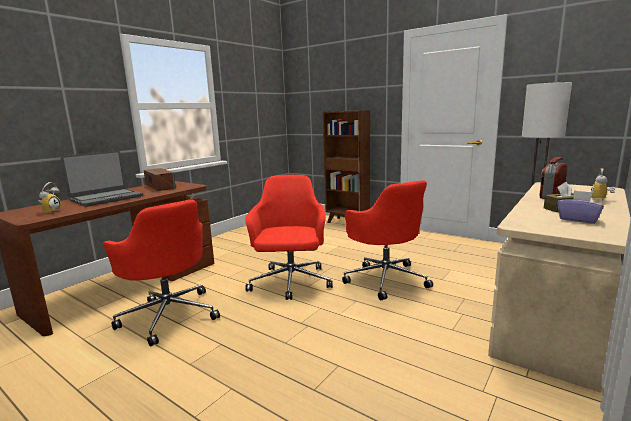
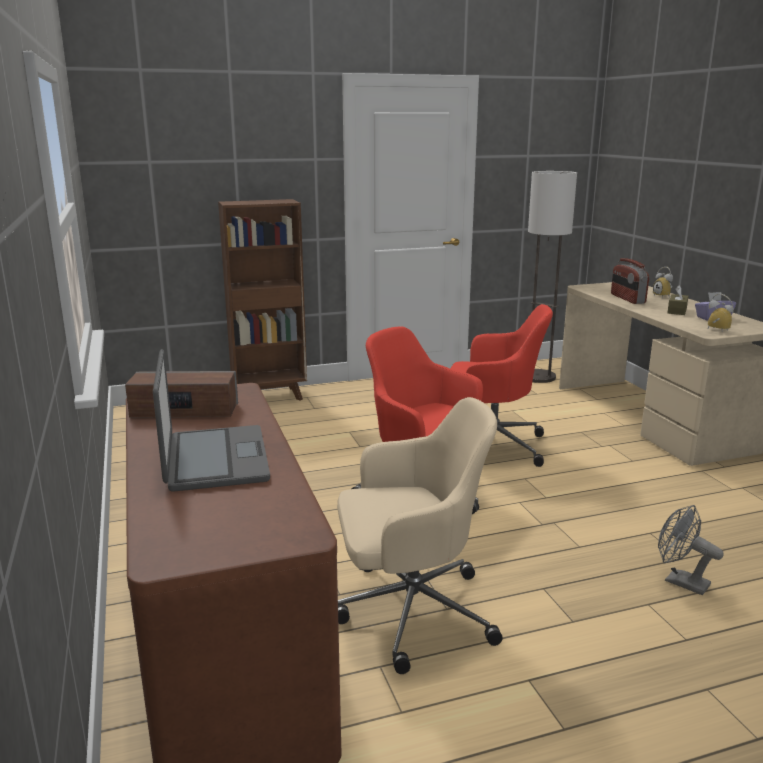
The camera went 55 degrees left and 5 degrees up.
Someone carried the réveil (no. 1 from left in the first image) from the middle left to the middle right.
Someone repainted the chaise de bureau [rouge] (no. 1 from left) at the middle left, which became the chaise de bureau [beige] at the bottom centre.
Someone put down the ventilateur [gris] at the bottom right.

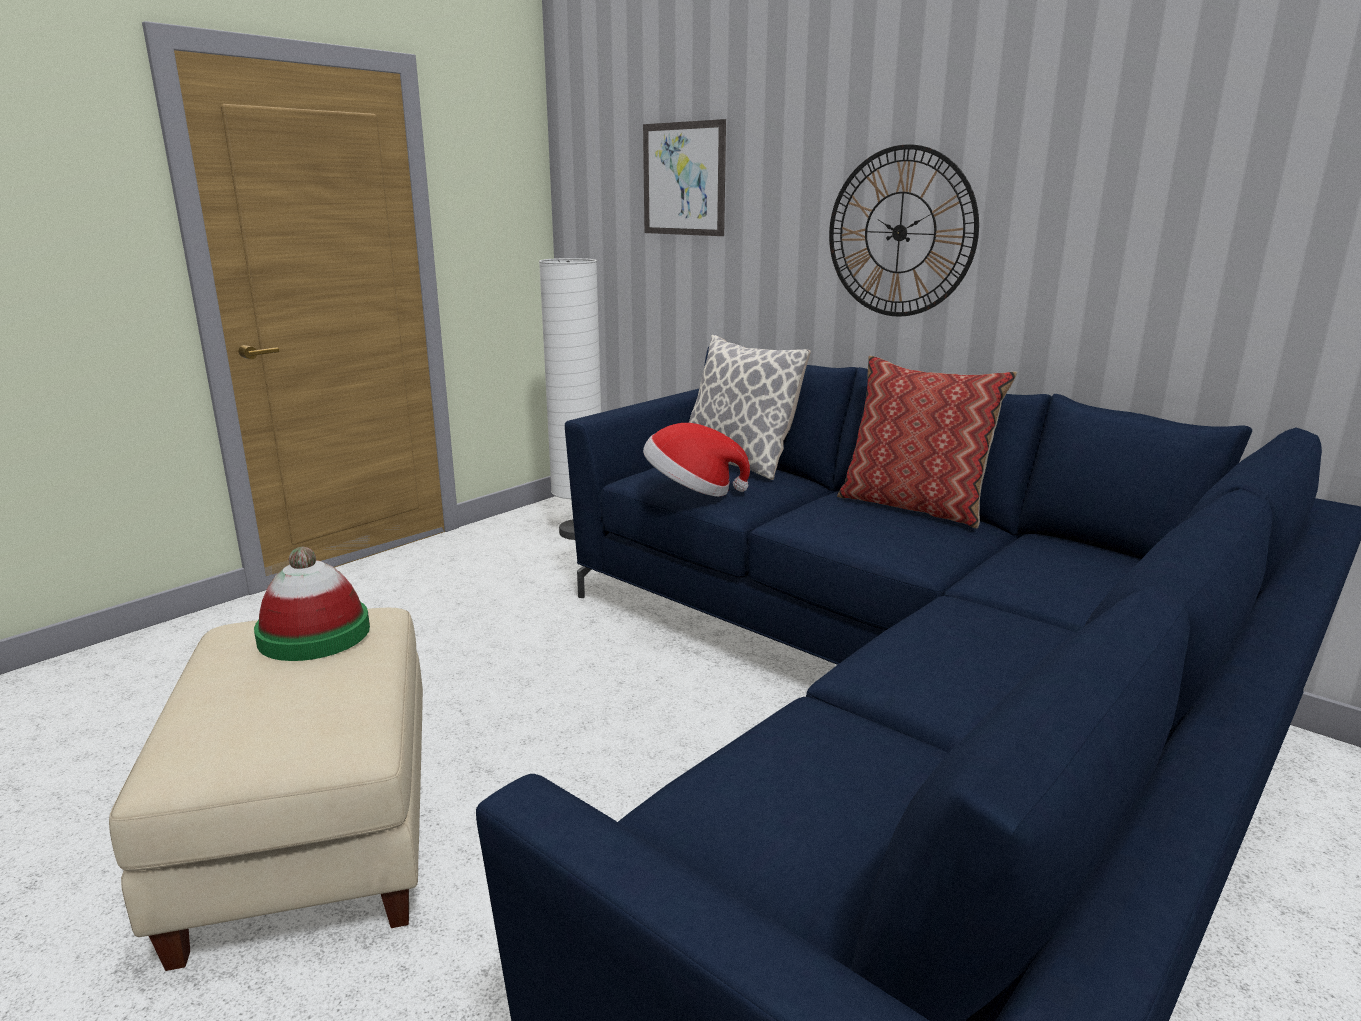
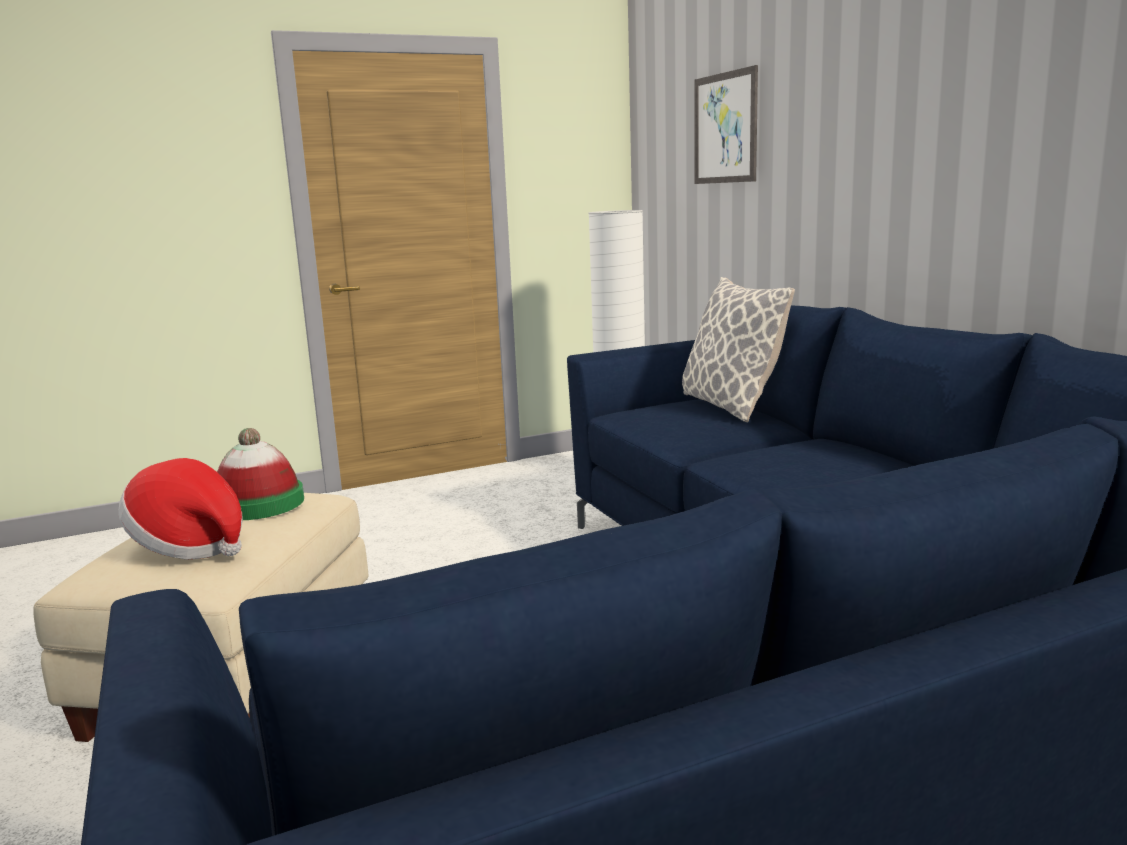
The camera went 25 degrees right and 5 degrees down.
Someone took away the horloge murale at the top centre.
Someone took away the coussin (no. 2 from left) at the middle right.
Someone carried the chapeau (no. 2 from left in the first image) from the centre to the middle left.

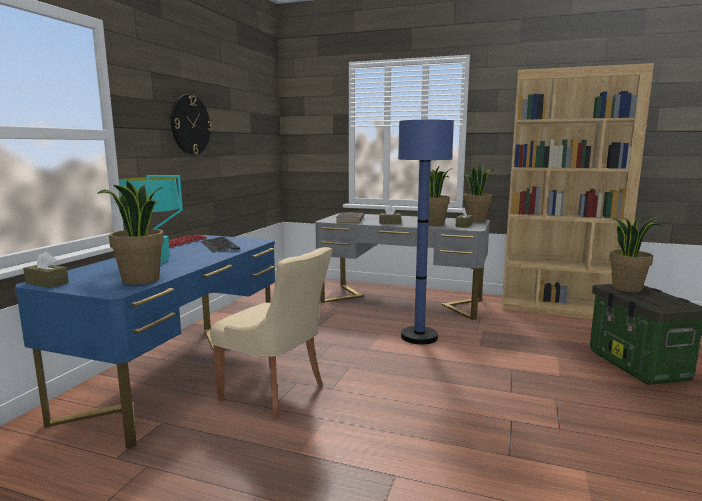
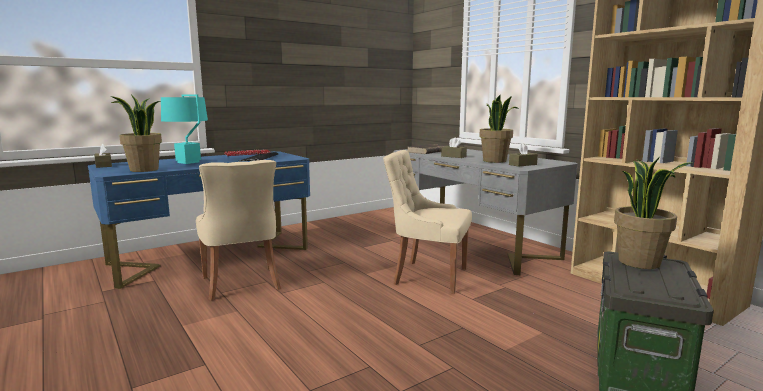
The camera went 35 degrees right and 0 degrees up.
Someone took away the horloge murale at the top left.
Someone swapped the lampadaire [bleu] at the centre for the chaise [beige] (no. 2 from left) at the centre.
Someone took away the plante en pot (no. 3 from left) at the middle right.

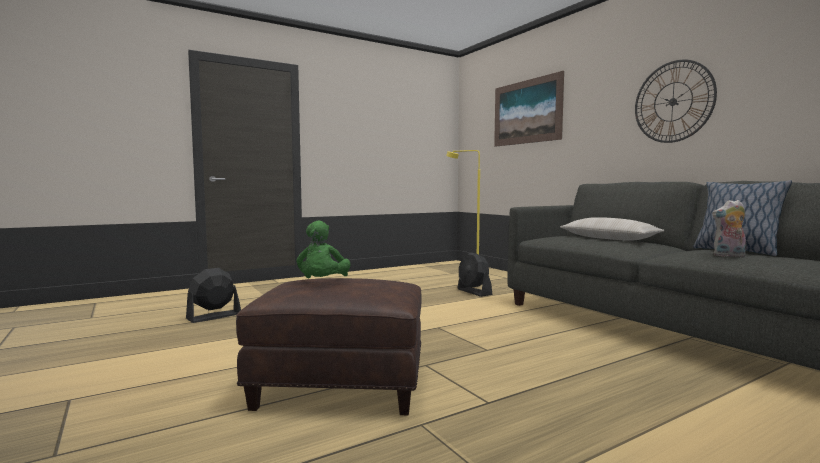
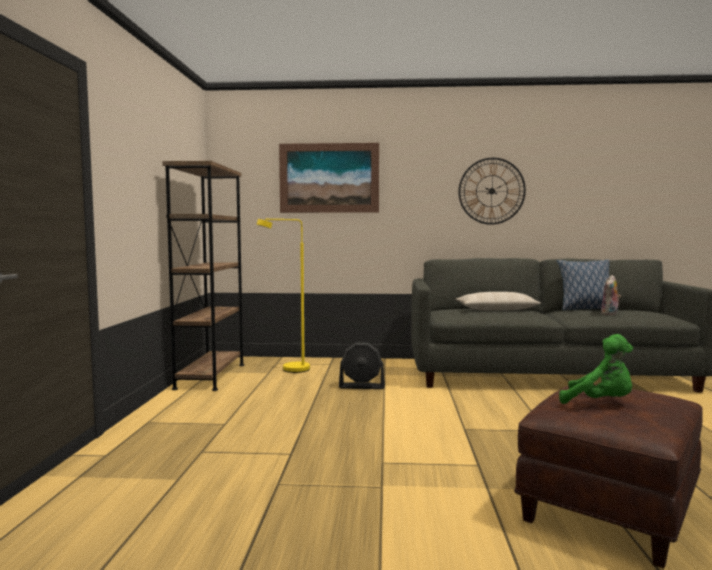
The camera went 55 degrees left and 0 degrees up.
Someone took away the ventilateur [noir] (no. 1 from left) at the middle left.
Someone put down the bibliothèque [marron] at the middle left.

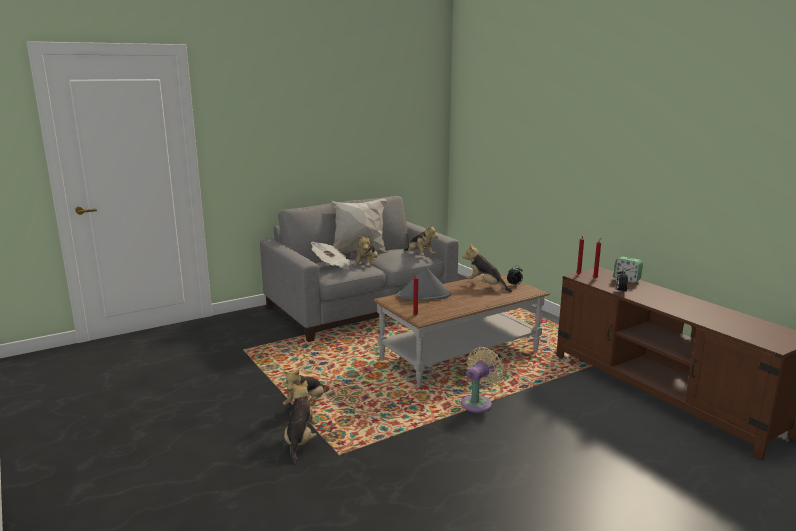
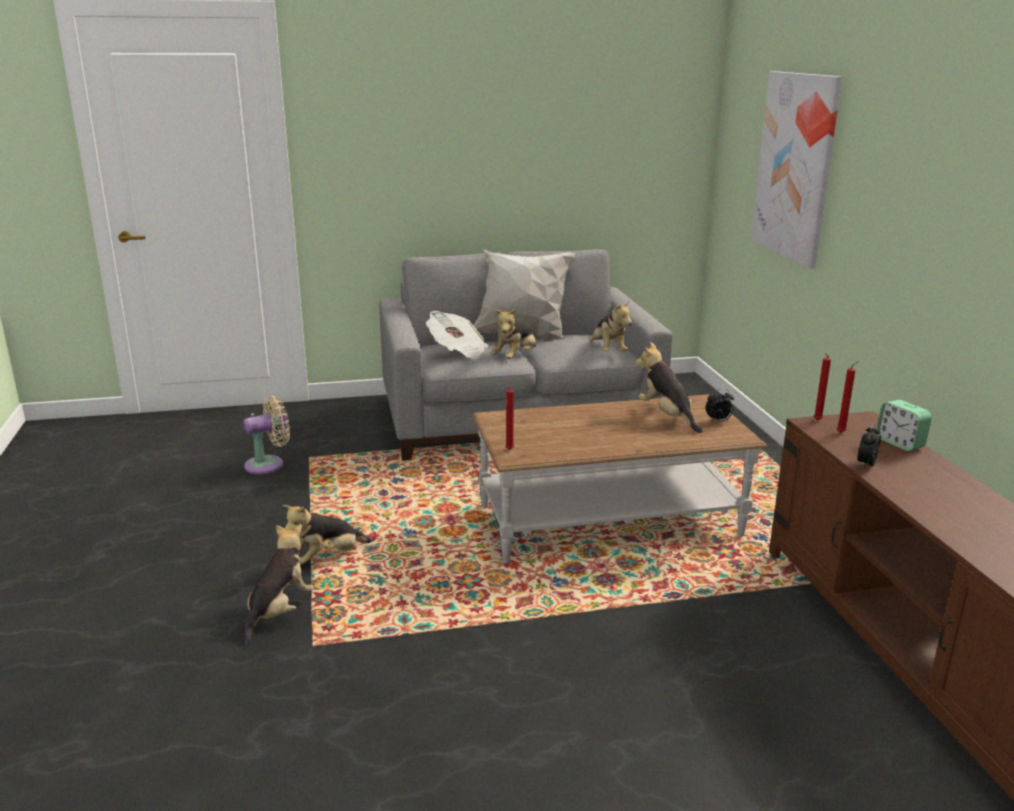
The camera went 20 degrees right and 5 degrees up.
Someone took away the chapeau [gris] at the centre.
Someone carried the ventilateur [beige] from the bottom centre to the middle left.
Someone put up the tableau at the top right.

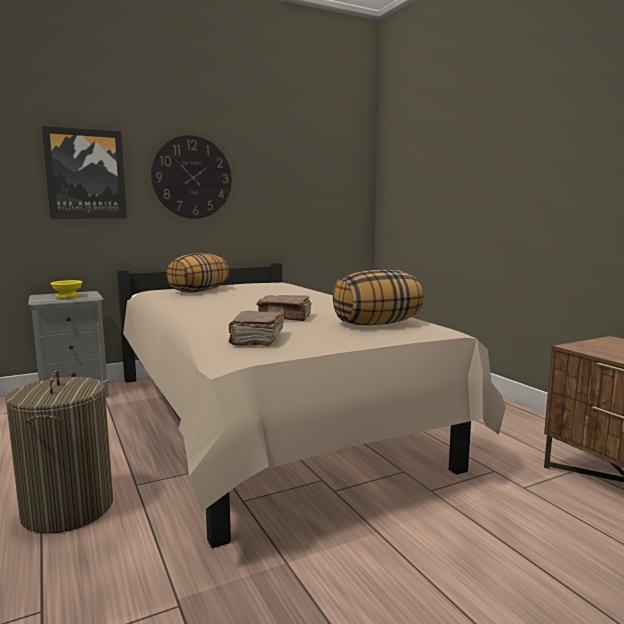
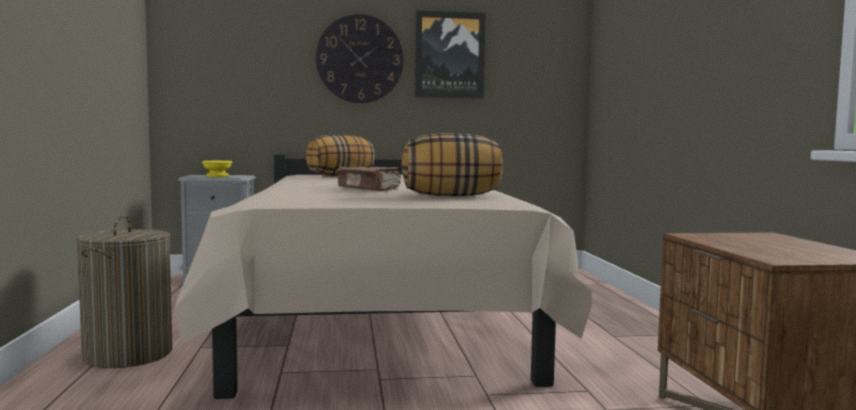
The camera went 20 degrees right and 5 degrees down.
Someone carried the tableau from the top left to the top centre.
Someone took away the livre [marron] (no. 1 from left) at the centre.

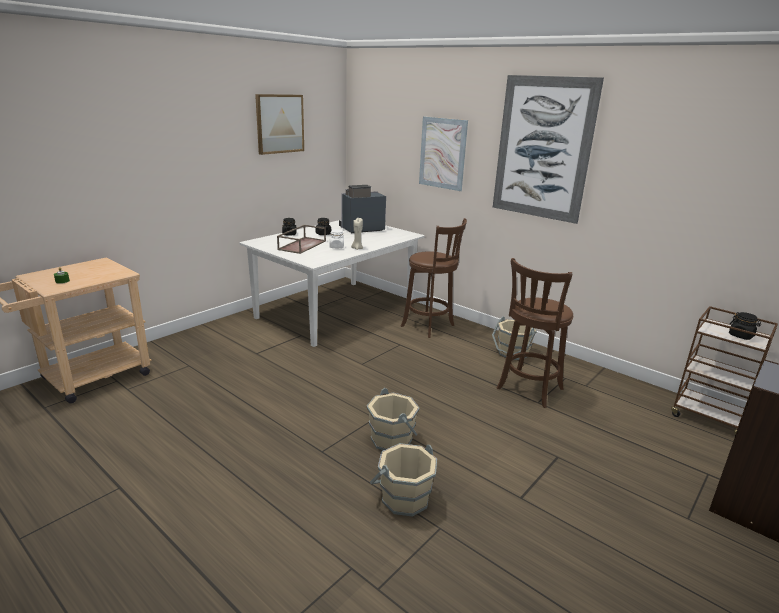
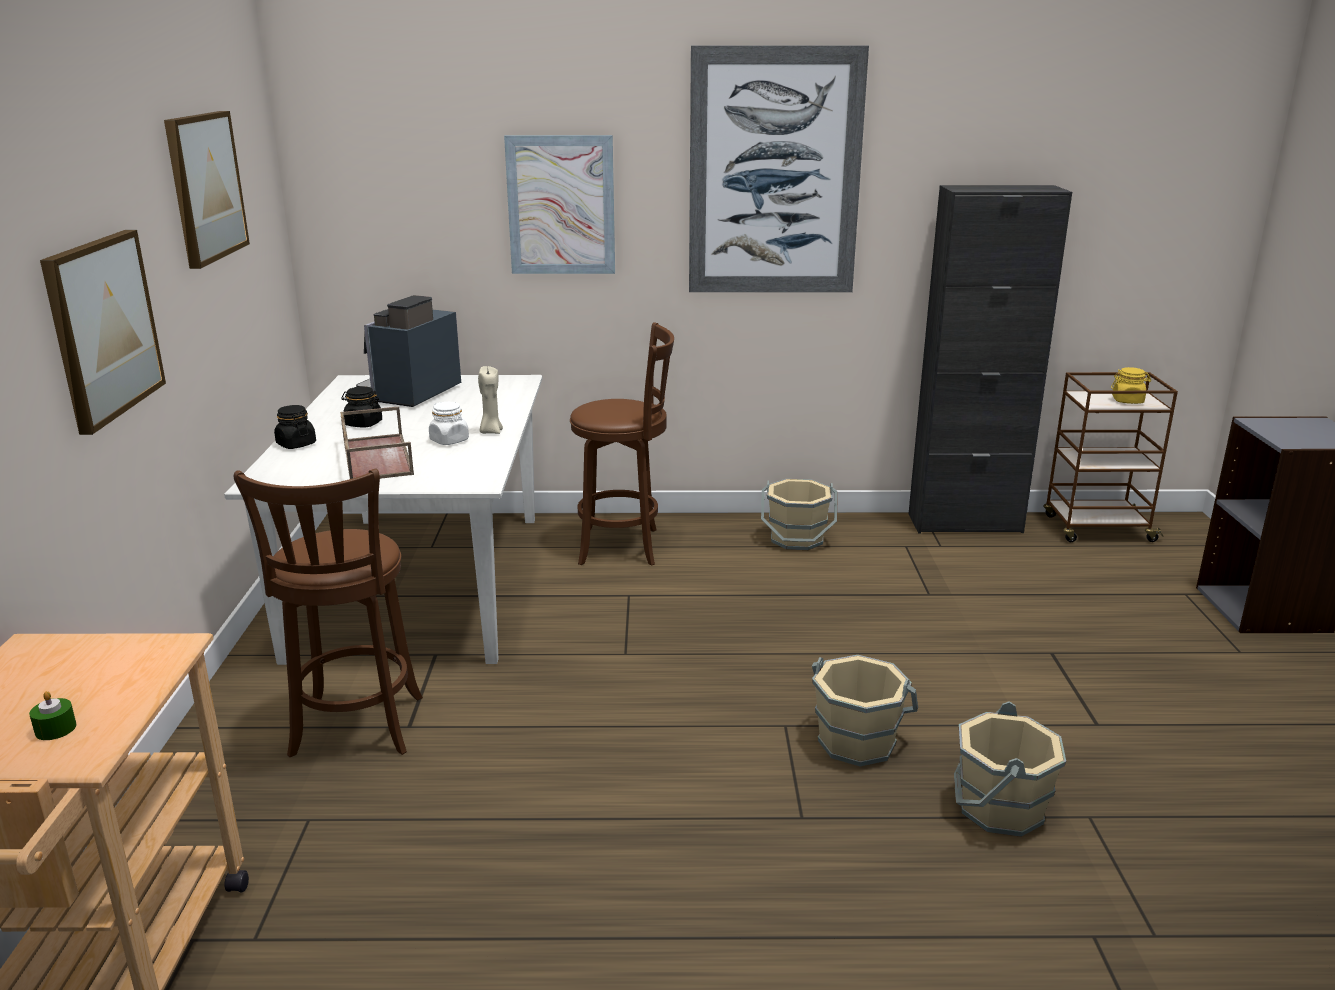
The camera went 40 degrees left and 0 degrees up.
Someone carried the tabouret [marron] (no. 2 from left in the first image) from the middle right to the middle left.
Someone repainted the bocal [noir] (no. 3 from left) at the middle right, which became the bocal [jaune] at the middle right.
Someone put down the meuble de rangement [noir] at the middle right.
Someone put up the tableau (no. 1 from left) at the middle left.

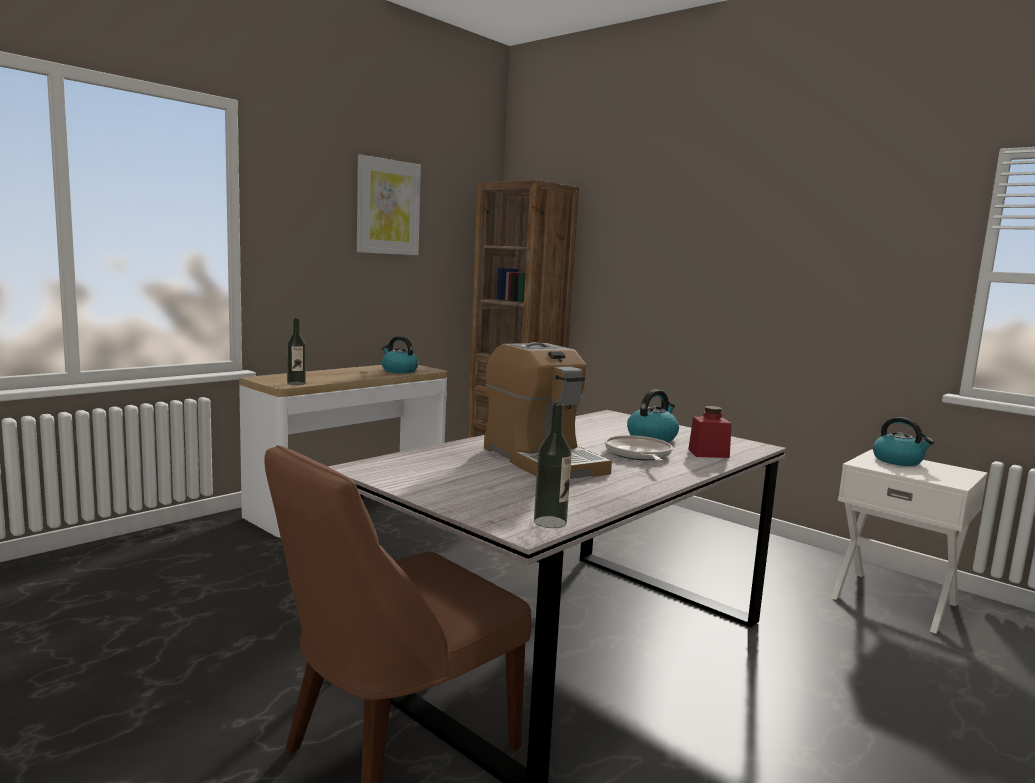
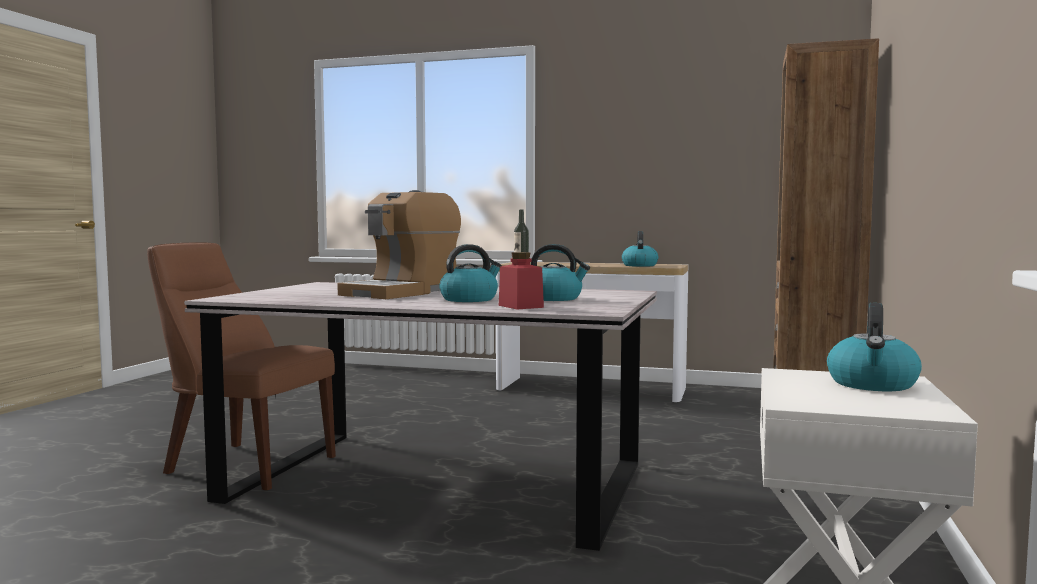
The camera went 65 degrees right and 5 degrees down.
Someone took away the tableau at the top centre.
Someone took away the bouteille (no. 2 from left) at the centre.
Someone swapped the poêle at the centre for the bouilloire (no. 1 from left) at the centre.

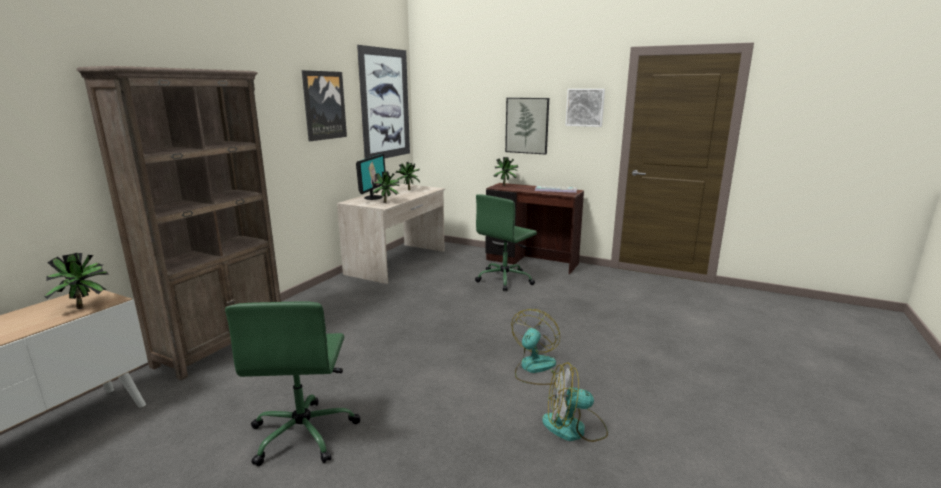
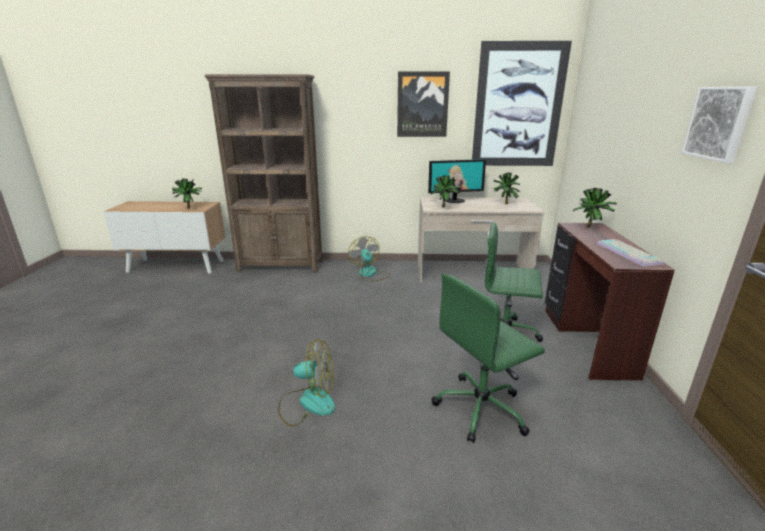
The camera went 65 degrees right and 5 degrees up.
Someone took away the tableau (no. 3 from left) at the top centre.
Someone carried the chaise de bureau [vert] (no. 1 from left) from the bottom left to the bottom centre.
Someone carried the ventilateur (no. 2 from left) from the bottom centre to the centre.

